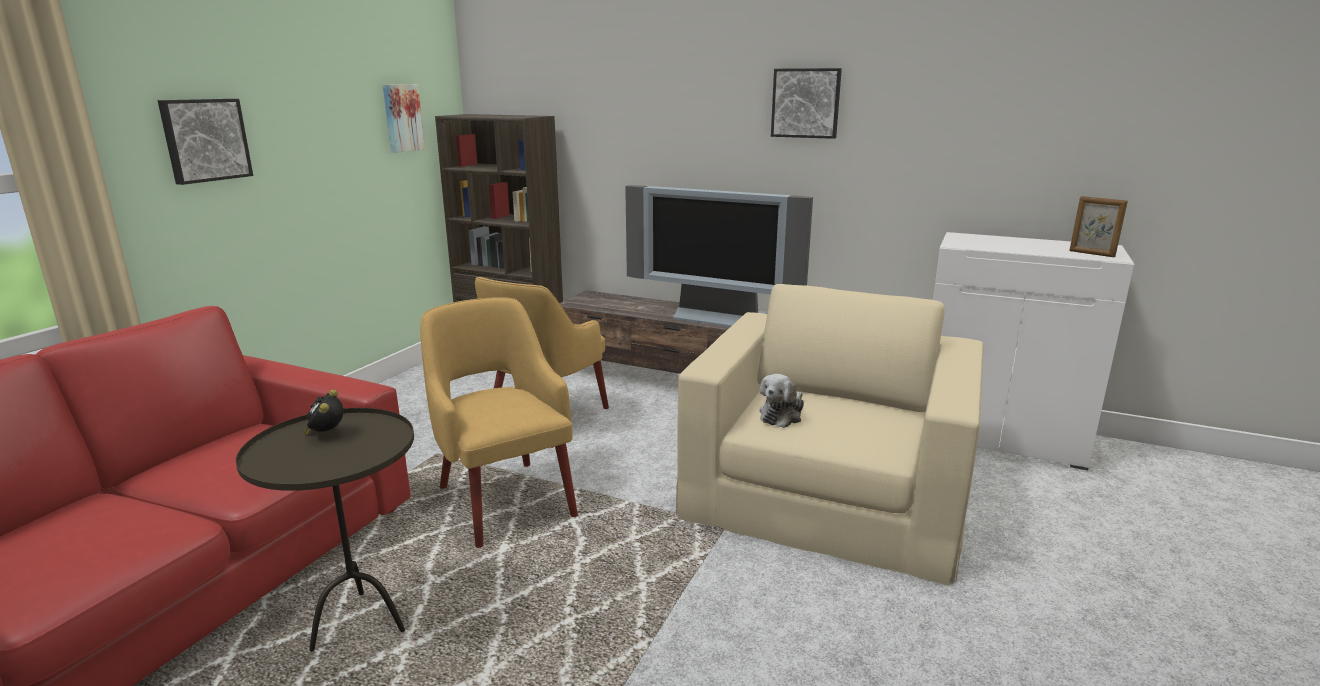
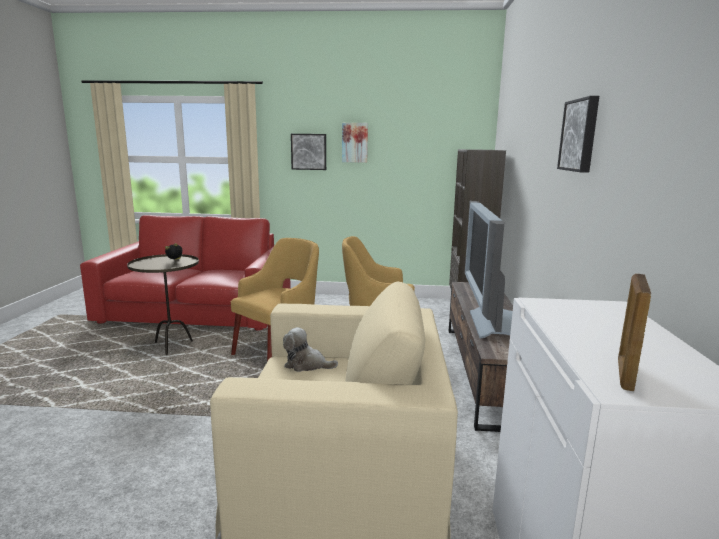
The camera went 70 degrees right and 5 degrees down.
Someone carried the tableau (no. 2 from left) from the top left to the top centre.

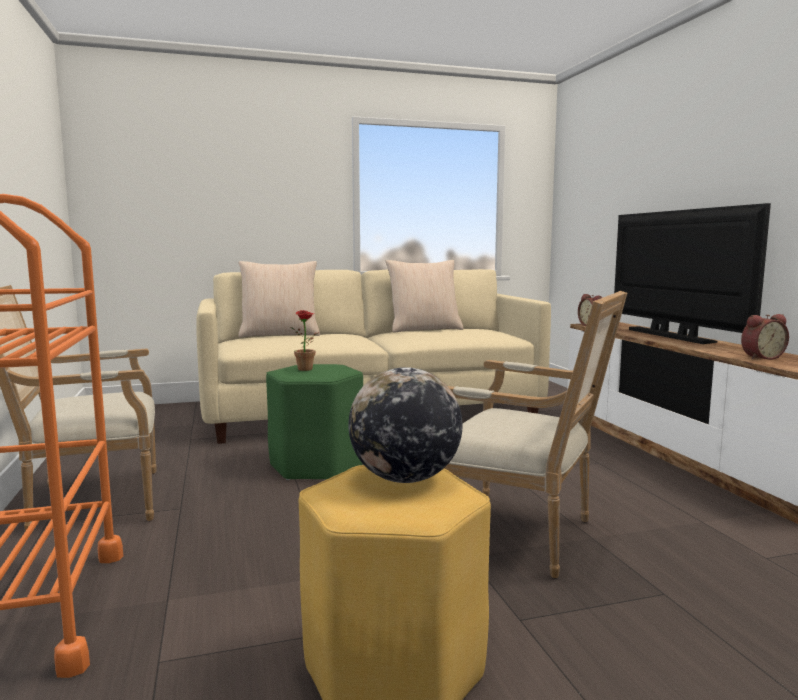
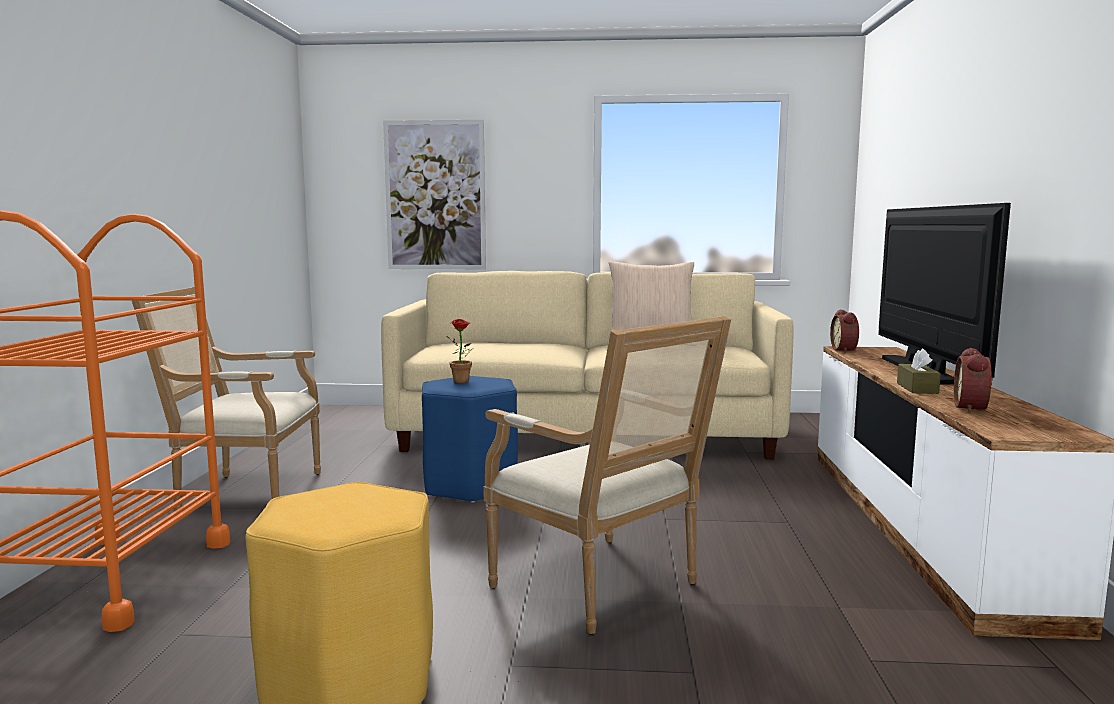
The camera went 20 degrees right and 0 degrees up.
Someone took away the coussin [beige] (no. 1 from left) at the centre.
Someone rotated the réveil (no. 2 from left) at the middle right by 105 degrees clockwise.
Someone repainted the tabouret [vert] at the centre, which became the tabouret [bleu] at the centre.
Someone took away the globe at the centre.
Someone put up the tableau at the top centre.
Someone put down the boîte à mouchoirs [marron] at the middle right.

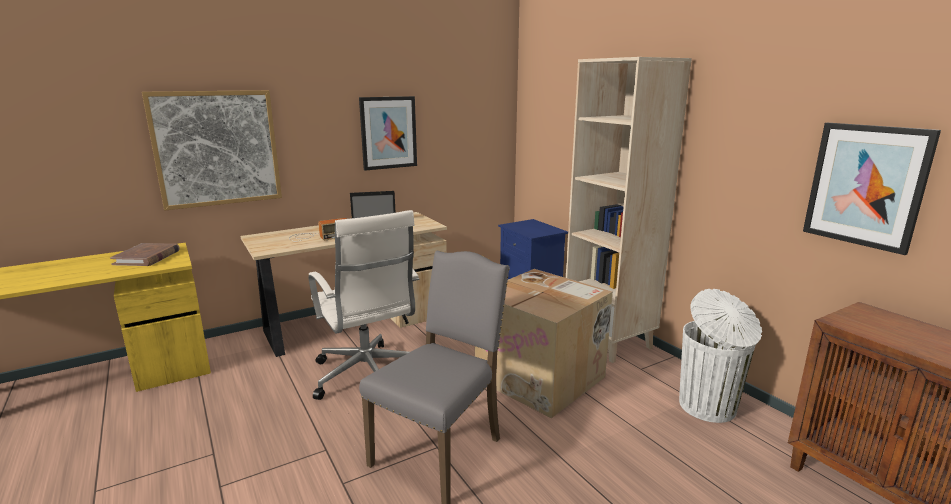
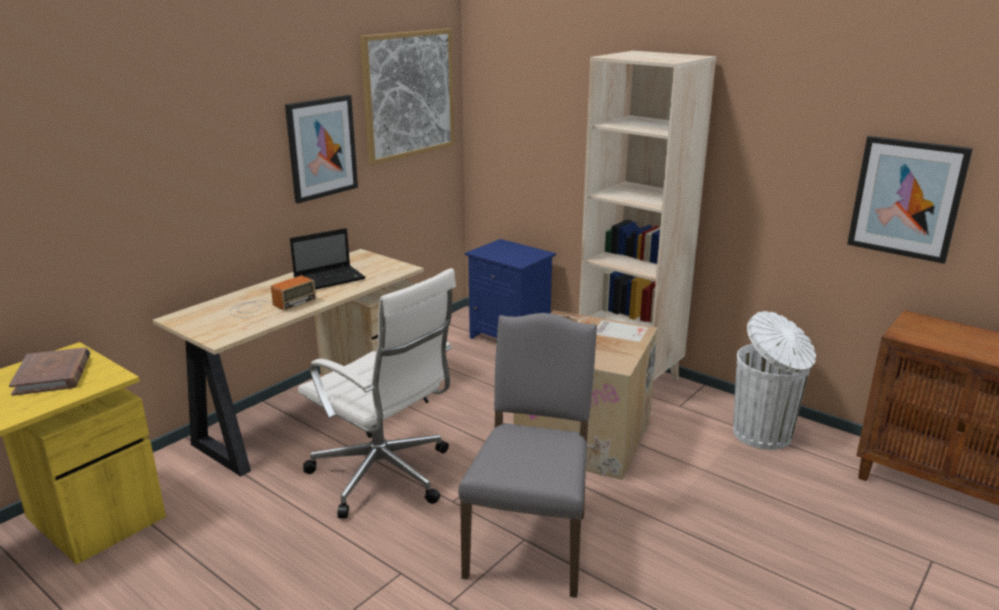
The camera went 20 degrees left and 5 degrees up.
Someone carried the tableau (no. 1 from left in the first image) from the top left to the top centre.

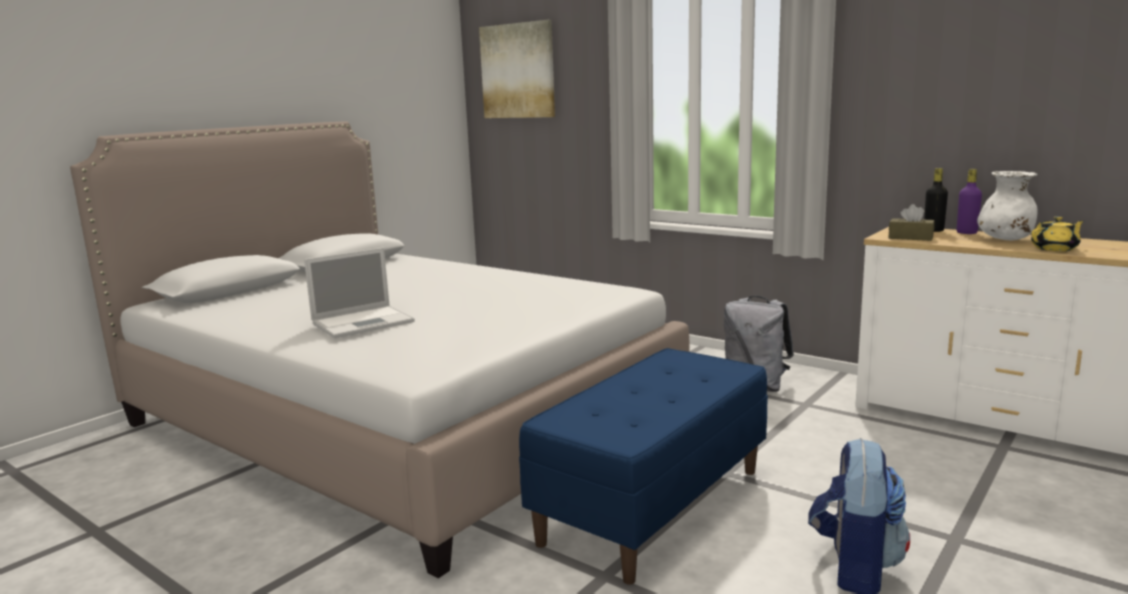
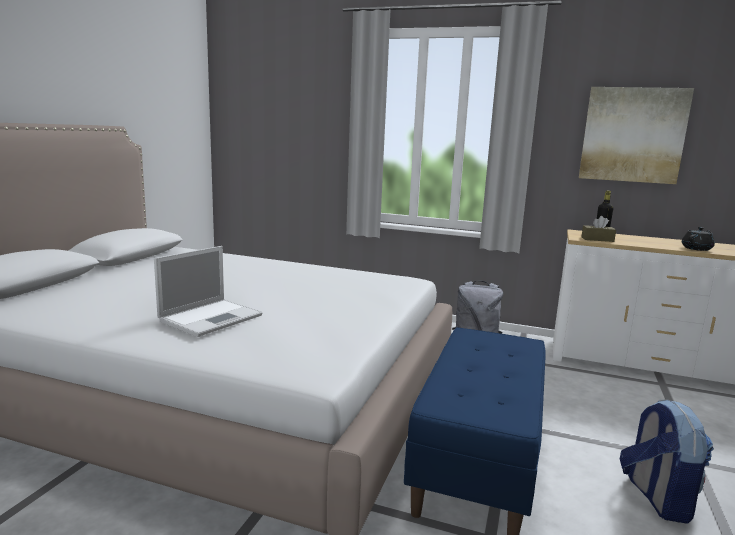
The camera went 20 degrees left and 0 degrees up.
Someone carried the tableau from the top centre to the top right.
Someone took away the bouteille [violet] at the middle right.
Someone took away the vase [blanc] at the middle right.
Someone repainted the théière [jaune] at the middle right, which became the théière [noir] at the middle right.

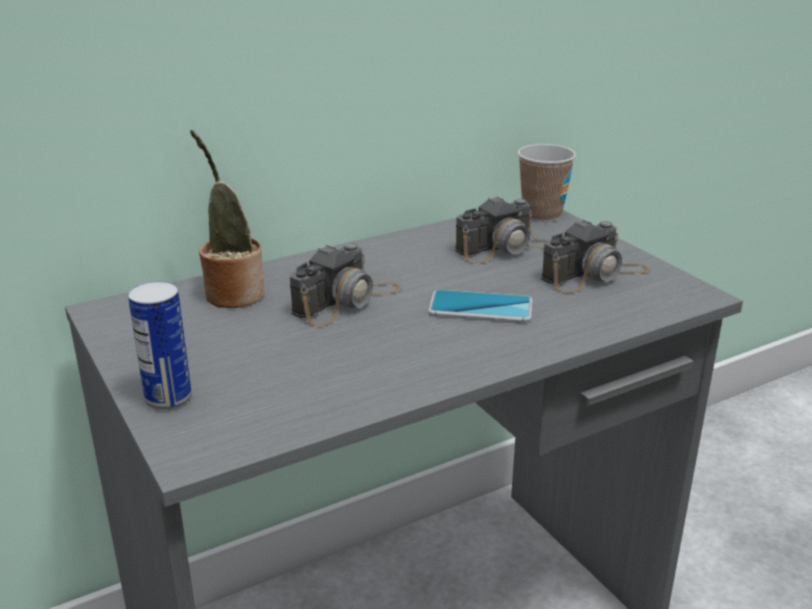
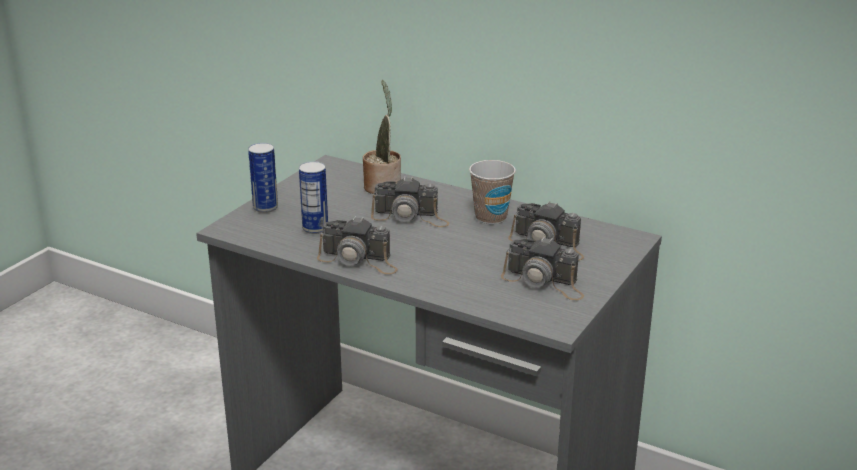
The camera went 60 degrees right and 0 degrees up.
Someone carried the tasse from the top right to the centre.
Someone took away the téléphone at the centre.
Someone put down the boîte métallique (no. 2 from left) at the centre.
Someone put down the appareil photo (no. 1 from left) at the centre.

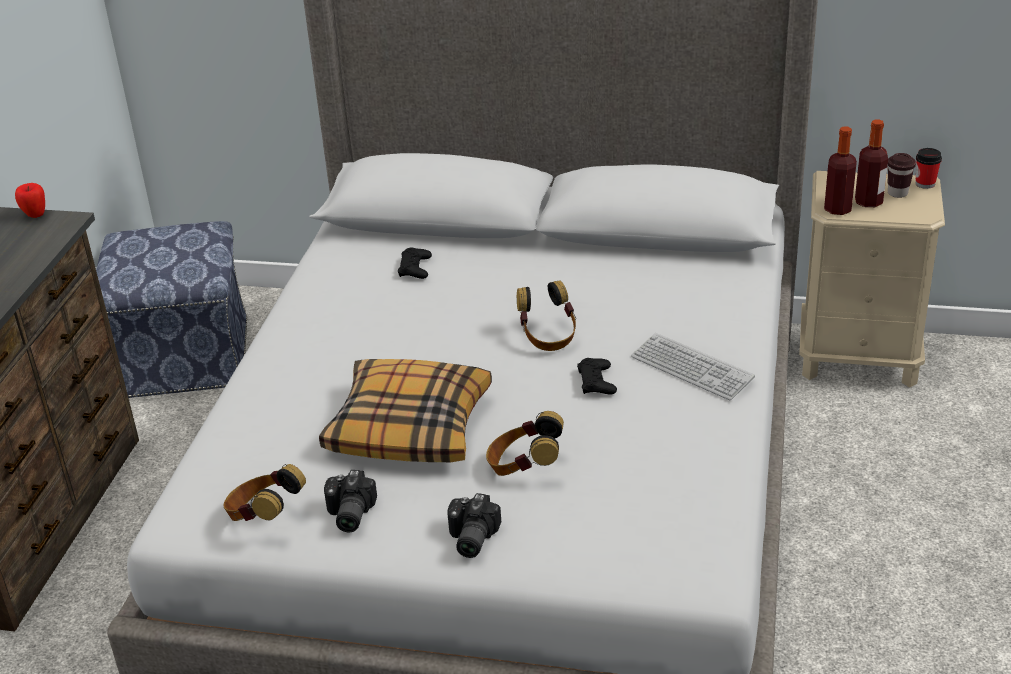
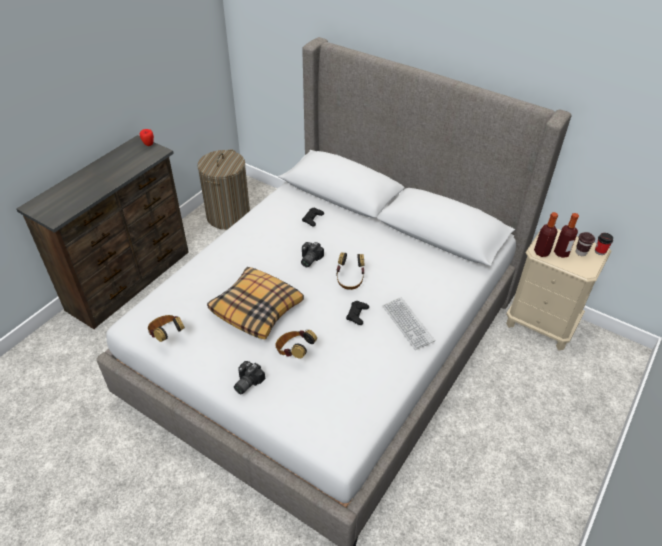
The camera went 20 degrees right and 10 degrees up.
Someone swapped the pouf at the middle left for the panier à linge at the centre.
Someone carried the appareil photo (no. 1 from left in the first image) from the bottom centre to the centre.

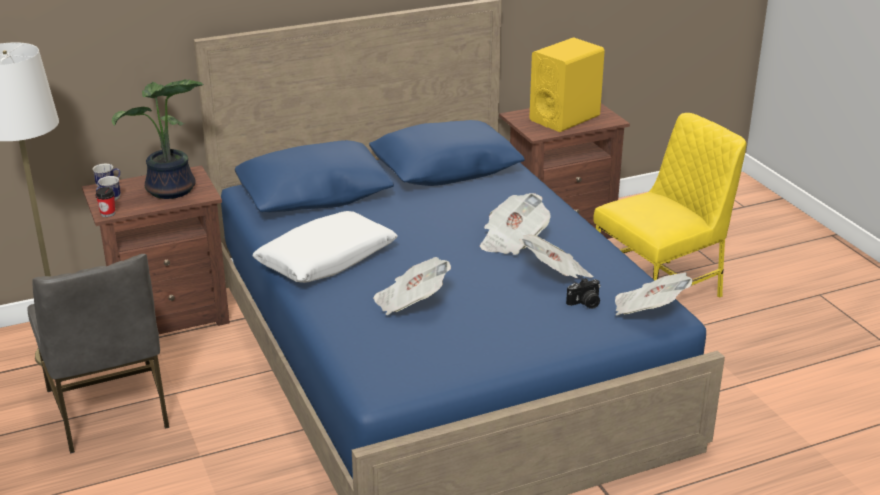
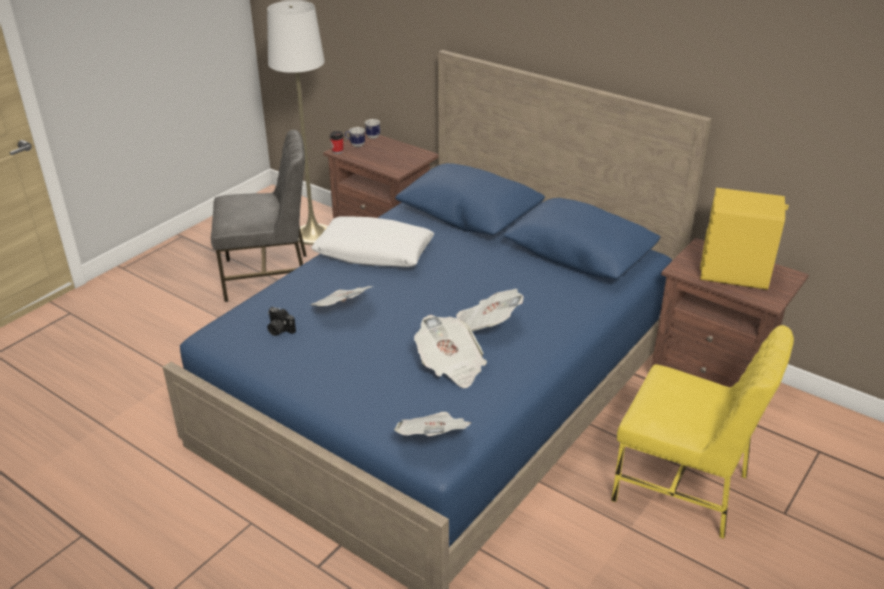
The camera went 60 degrees right and 5 degrees up.
Someone took away the plante en pot at the top left.
Someone rotated the chaise [gris] at the bottom left by 135 degrees counterclockwise.
Someone carried the appareil photo from the centre to the middle left.

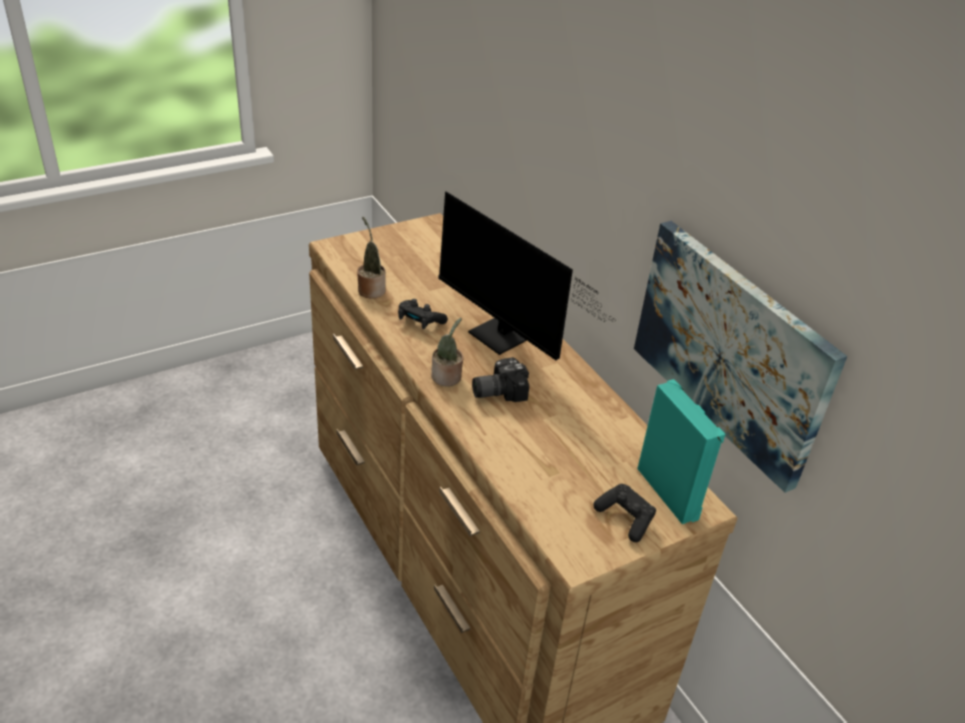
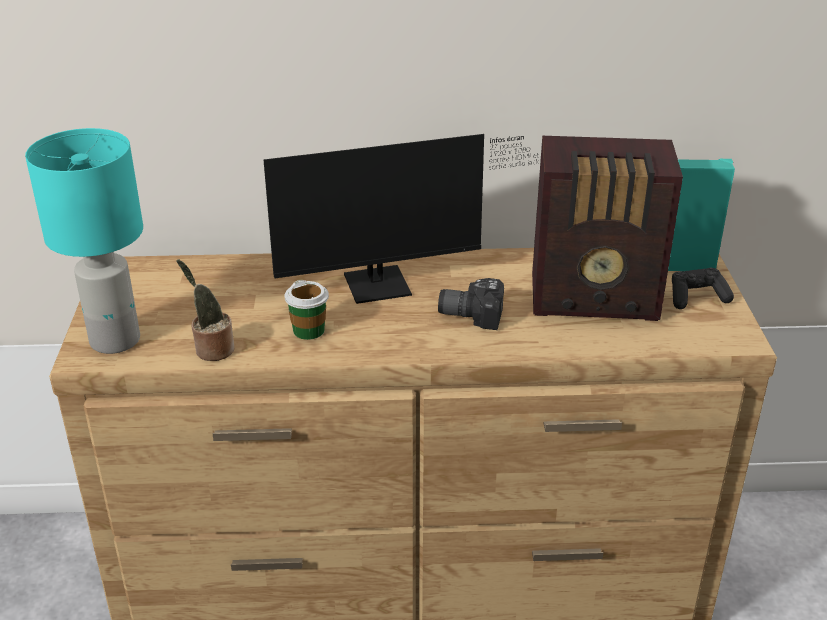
The camera went 60 degrees left and 5 degrees down.
Someone took away the tableau at the middle right.
Someone swapped the manette [noir] (no. 1 from left) at the centre for the tasse at the centre.
Someone took away the plante en pot (no. 2 from left) at the centre.
Someone rotated the appareil photo at the centre by 90 degrees clockwise.
Someone put down the lampe de table [turquoise] at the middle left.
Someone put down the radio at the middle right.

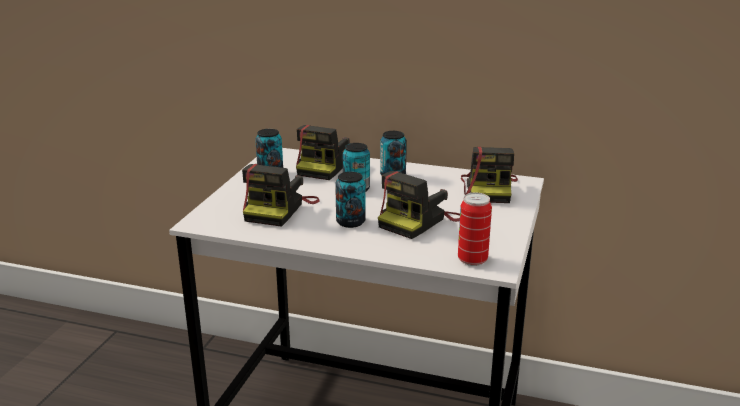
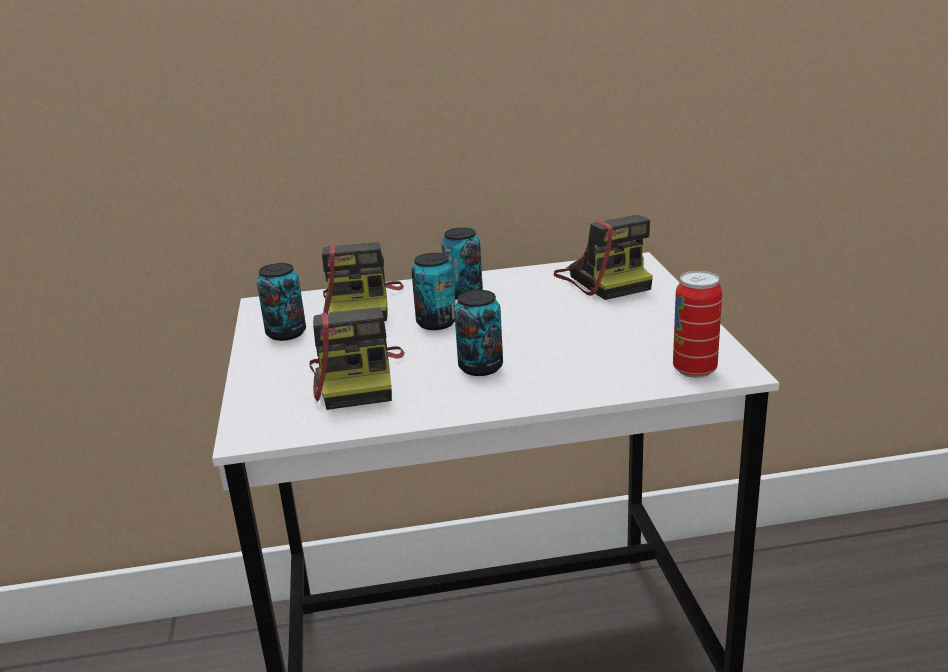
The camera went 25 degrees left and 0 degrees up.
Someone took away the appareil photo (no. 3 from left) at the centre.

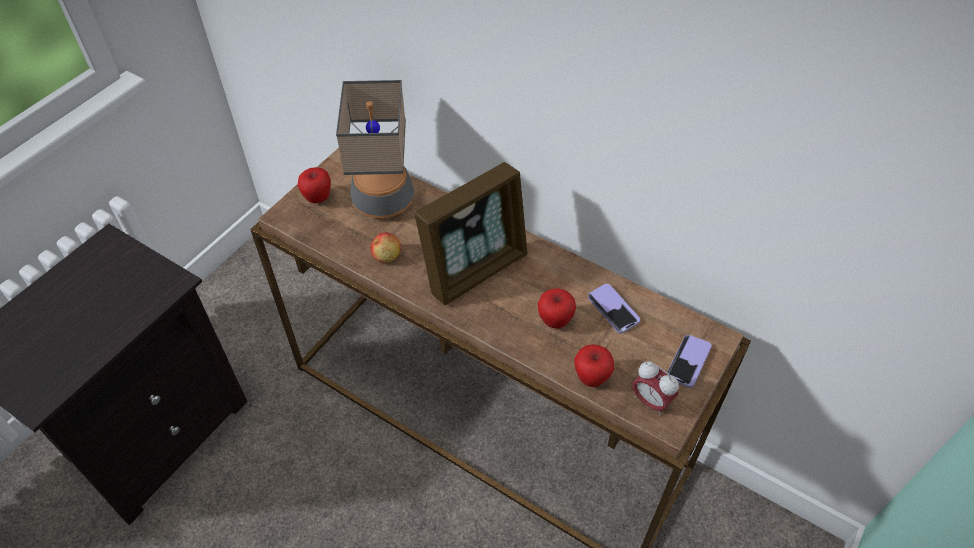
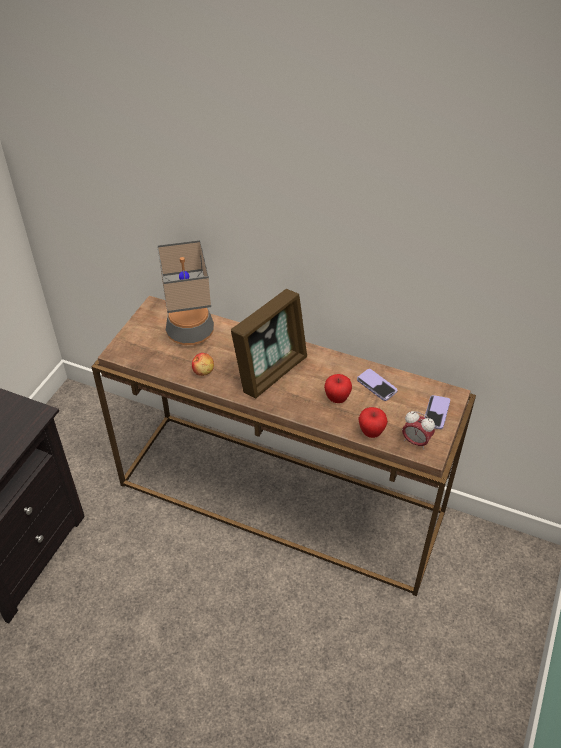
The camera went 10 degrees left and 5 degrees down.
Someone took away the pomme (no. 1 from left) at the middle left.

